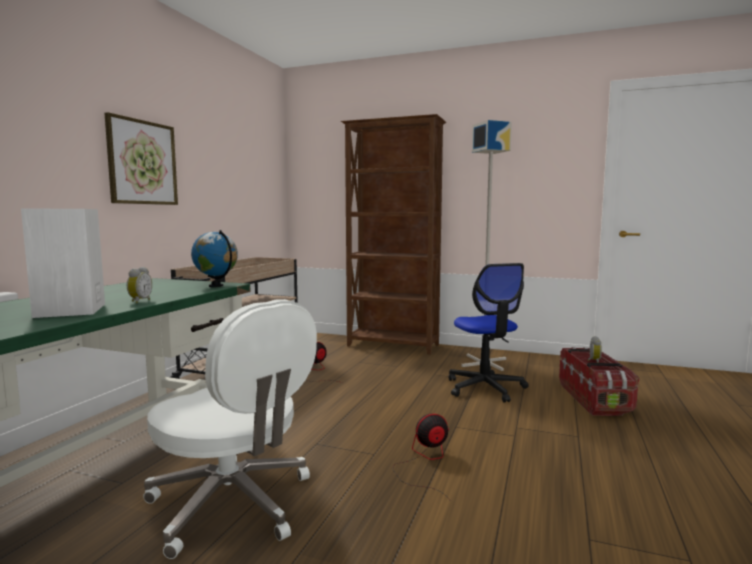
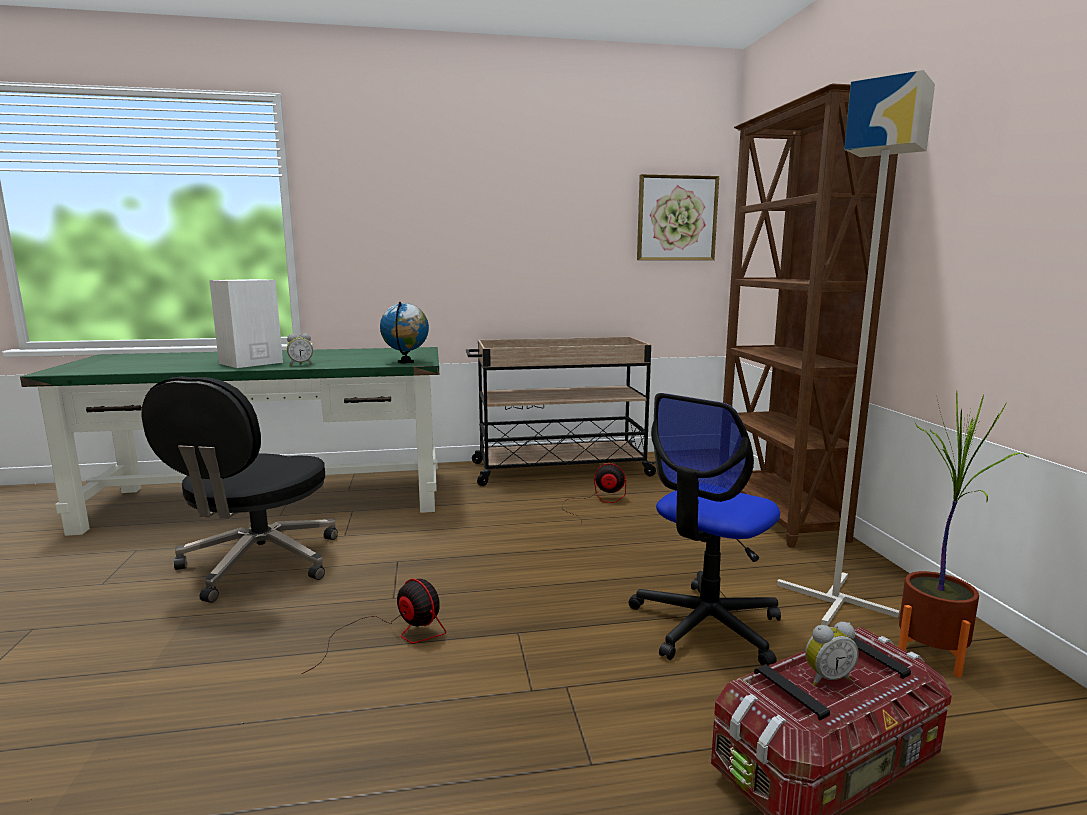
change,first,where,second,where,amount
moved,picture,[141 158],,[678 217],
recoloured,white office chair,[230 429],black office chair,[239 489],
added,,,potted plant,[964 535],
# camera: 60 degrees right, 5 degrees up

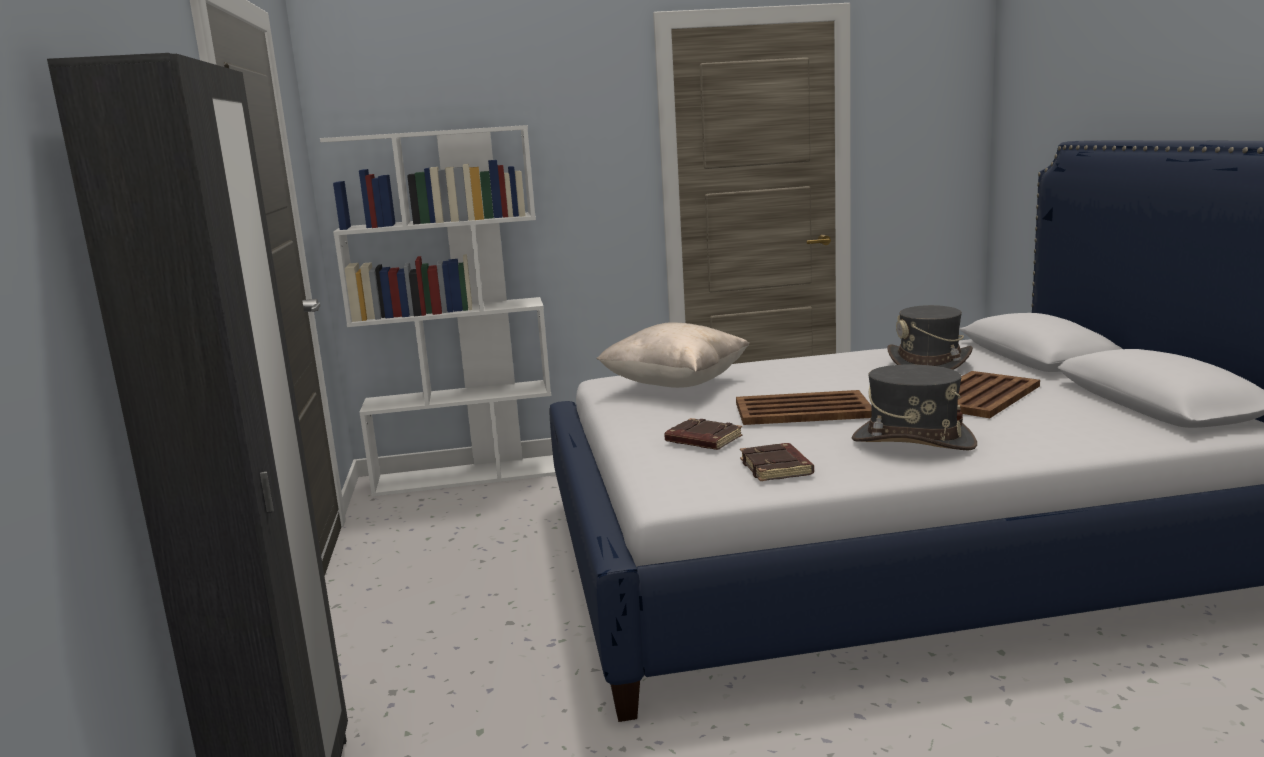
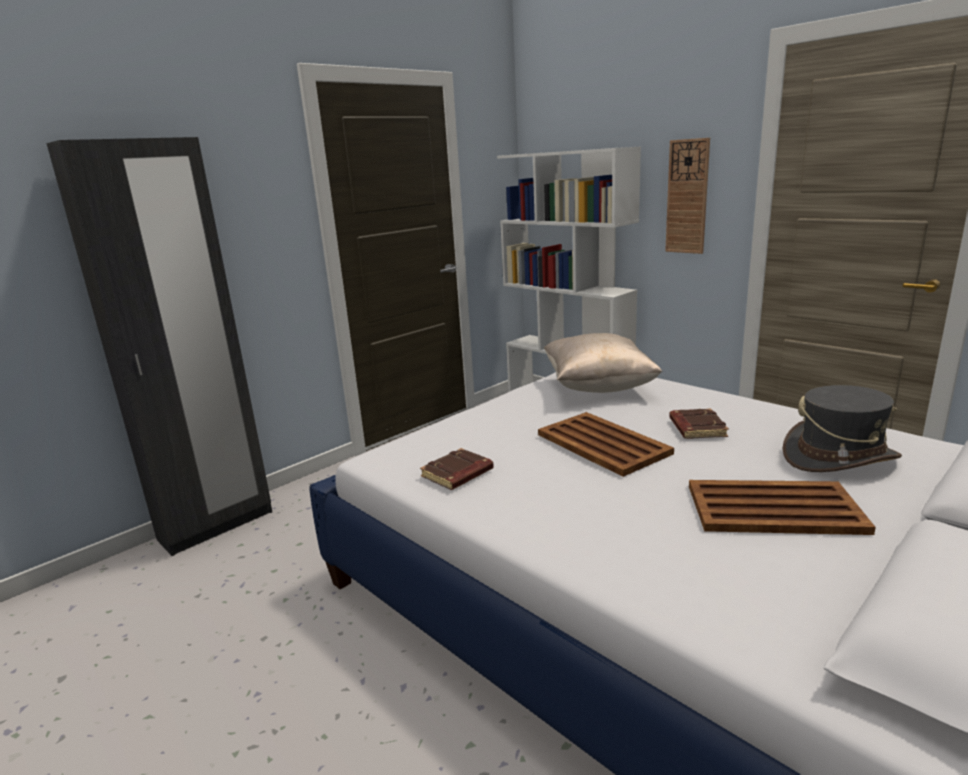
change,first,where,second,where,amount
removed,grey hat,[914 407],,,
moved,brown book,[703 434],,[699 423],
added,,,wall clock,[687 196],
# camera: 55 degrees right, 5 degrees up

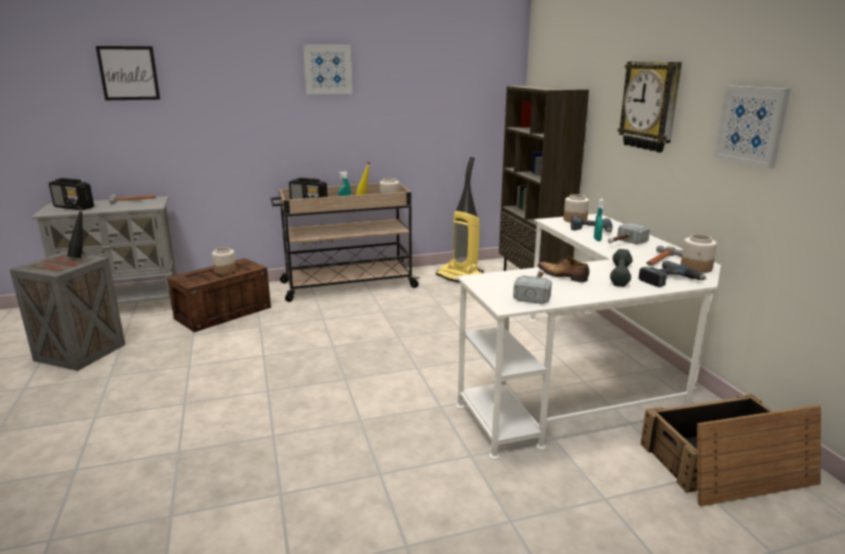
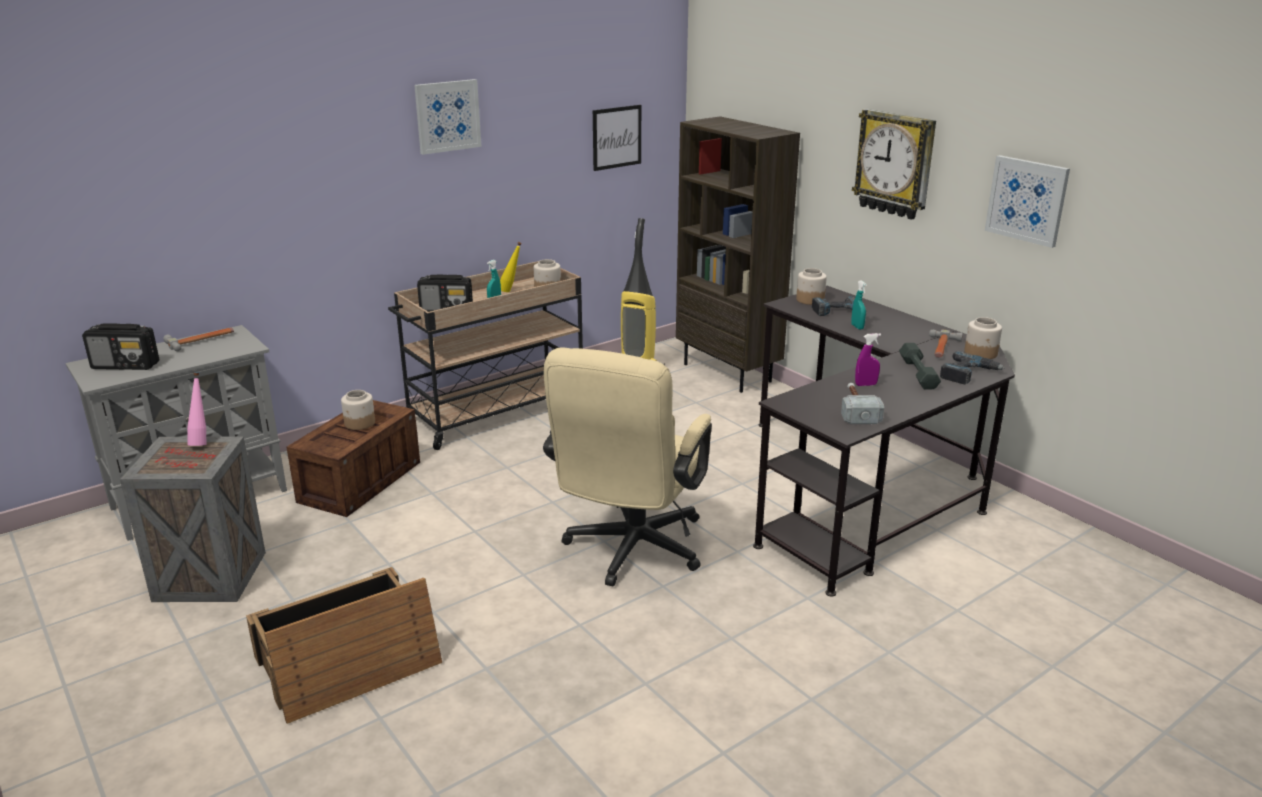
change,first,where,second,where,amount
moved,picture,[128 73],,[617 138],
recoloured,black bottle,[75 233],pink bottle,[196 409],
recoloured,white desk,[588 337],black desk,[884 441],
removed,hammer,[629 233],,,
replaced,shoe,[564 269],purple spray bottle,[868 359],
moved,crate,[730 450],,[344 645],
added,,,beige office chair,[627 467],
# camera: 20 degrees left, 5 degrees up

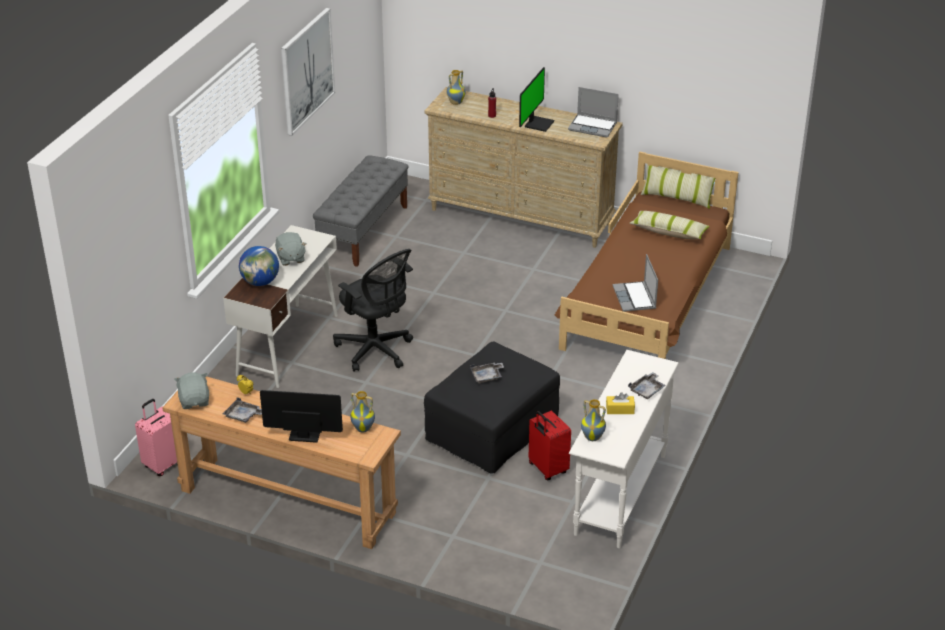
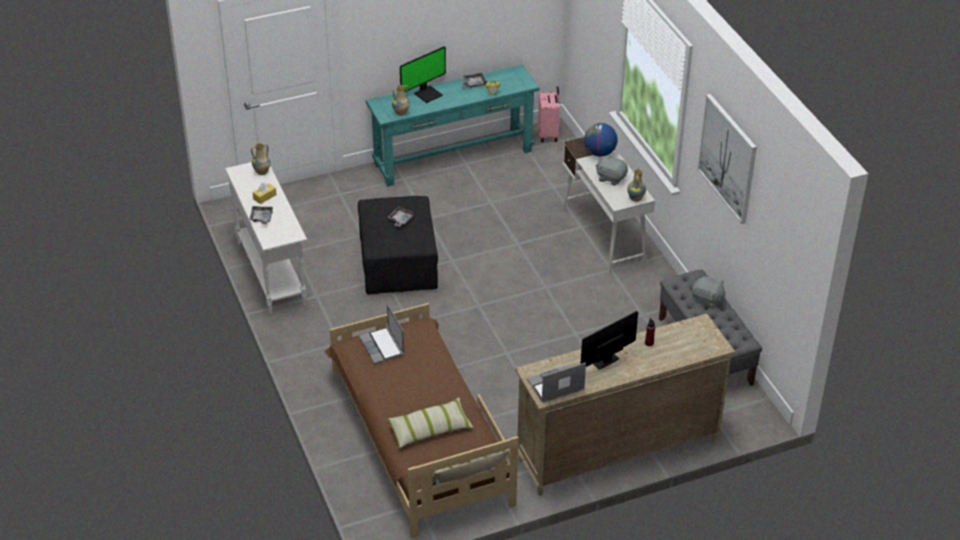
change,first,where,second,where,amount
turned,monitor,[537 99],,[609 340],75 degrees clockwise
moved,vase,[456 87],,[636 185],
removed,black office chair,[373 310],,,
turned,laptop,[635 283],,[382 334],150 degrees counterclockwise
moved,grey plush toy,[191 390],,[709 292],
recoloured,brown console table,[281 462],turquoise console table,[452 126],
removed,red suitcase,[550 445],,,
# camera: 135 degrees right, 5 degrees up

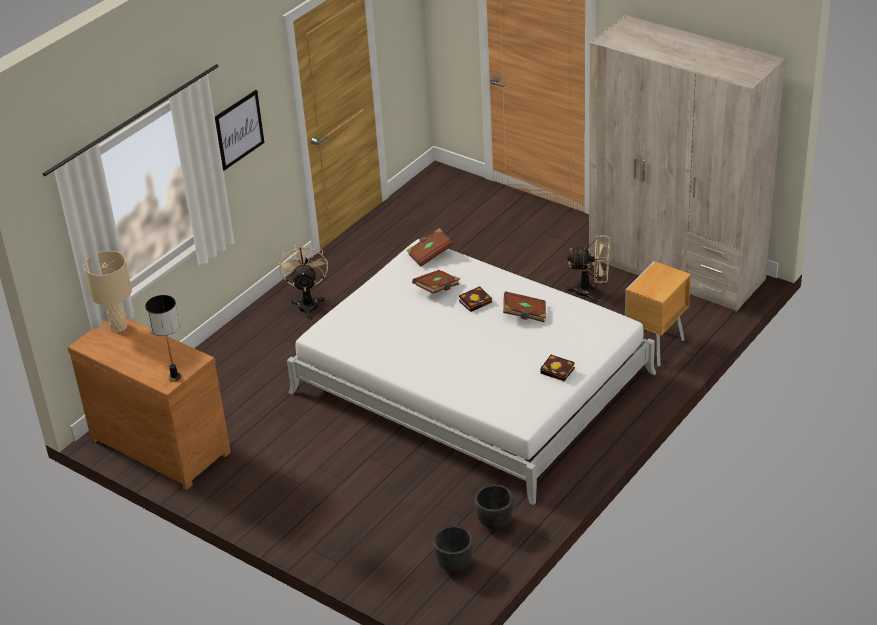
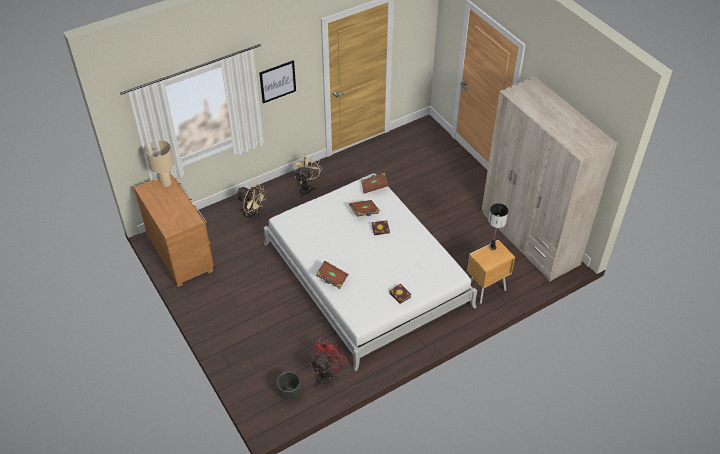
change,first,where,second,where,amount
moved,beige fan,[588 268],,[251 203],
moved,brown book,[524 306],,[332 275],
moved,table lamp,[163 338],,[498 226],
replaced,black planter,[494 507],red fan,[328 363],
# camera: 20 degrees right, 10 degrees up

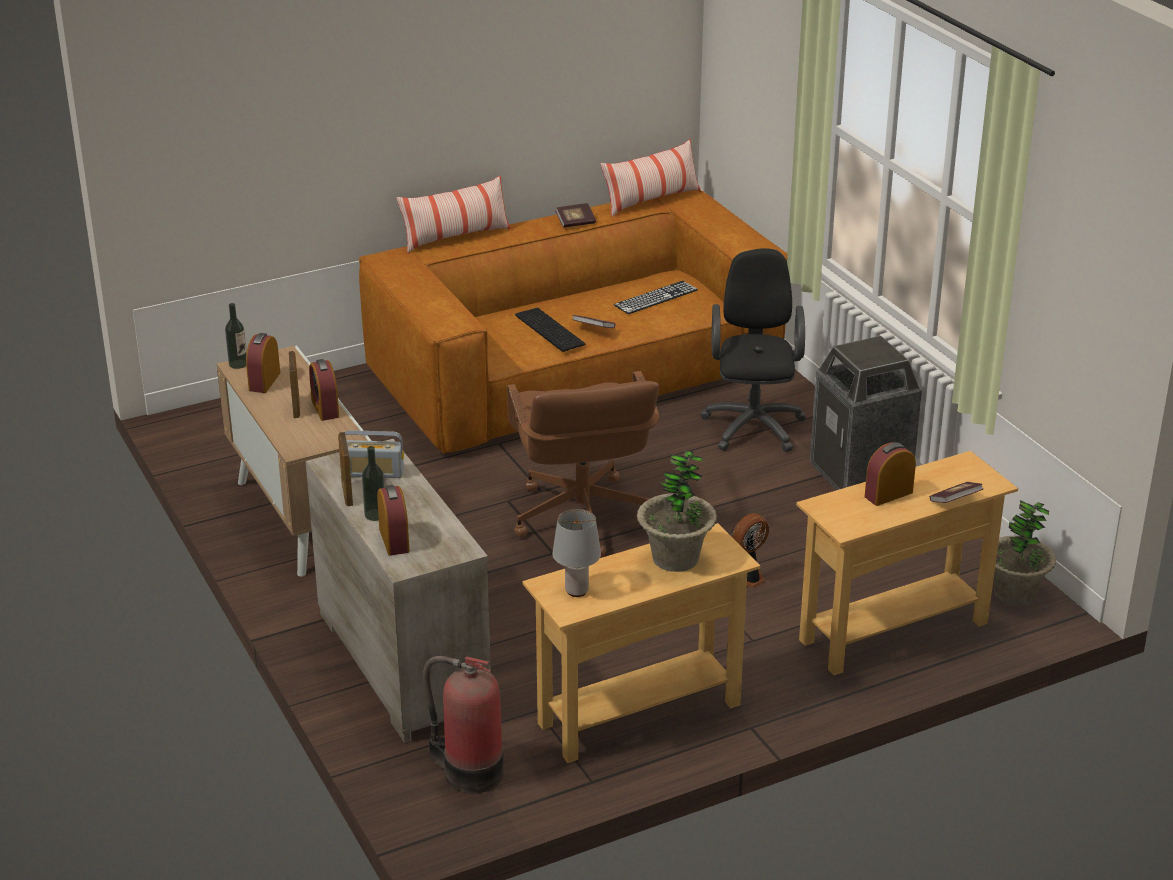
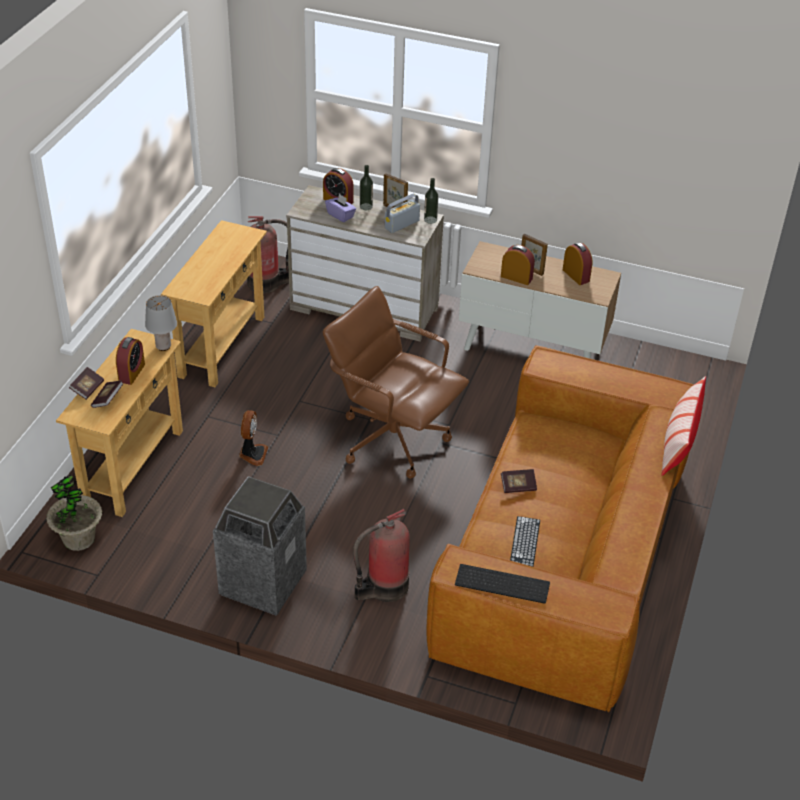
change,first,where,second,where,amount
removed,pillow,[650 178],,,
moved,book,[575 215],,[107 394],
replaced,black office chair,[753 350],fire extinguisher,[381 555],
moved,bottle,[236 336],,[431 201],
moved,keyboard,[550 330],,[502 584],
removed,potted plant,[677 511],,,
moved,grey table lamp,[576 553],,[161 323],
added,,,purple tissue box,[340 208],
# camera: 135 degrees right, 10 degrees up

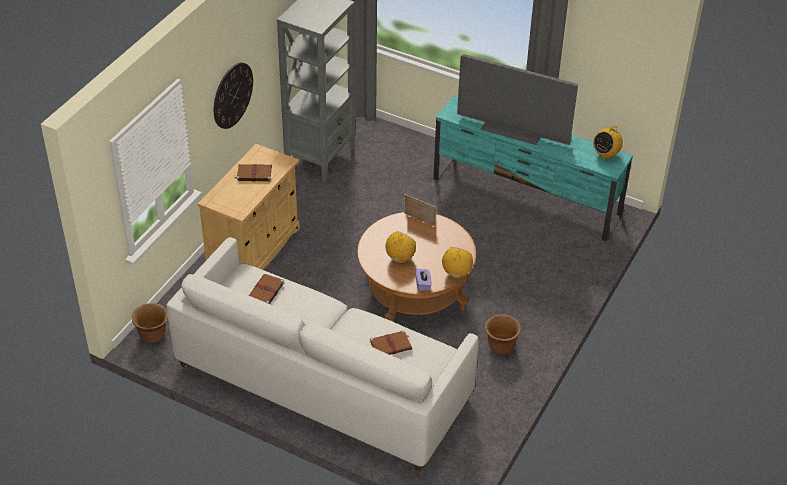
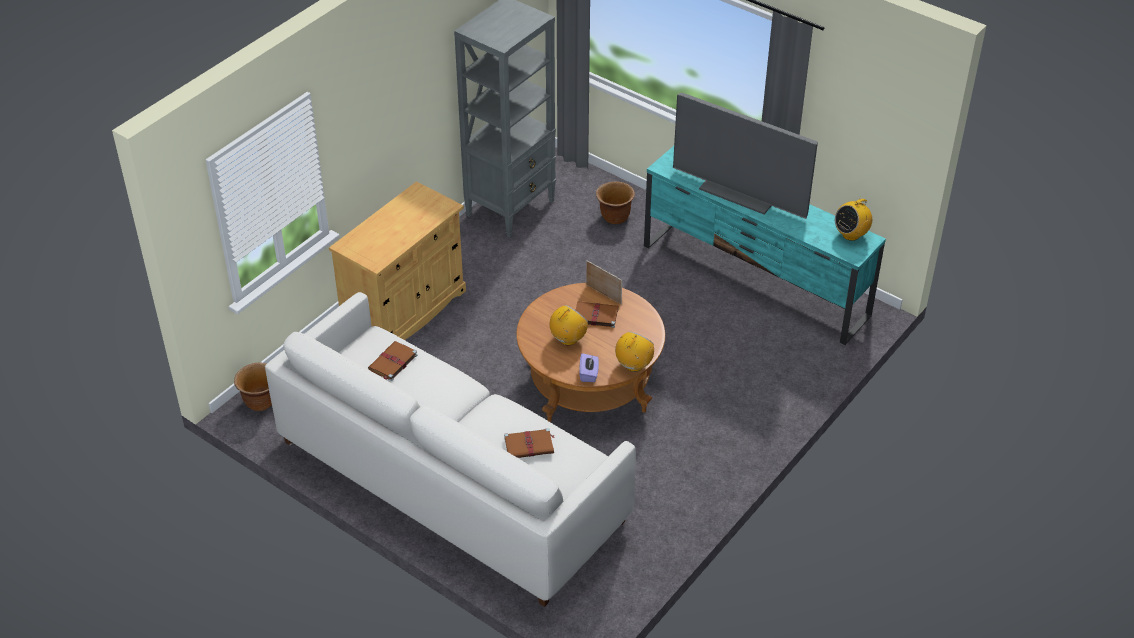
change,first,where,second,where,amount
removed,wall clock,[233 96],,,
moved,brown book,[253 173],,[597 314],
moved,brown planter,[503 334],,[615 203],
# camera: 10 degrees right, 0 degrees up

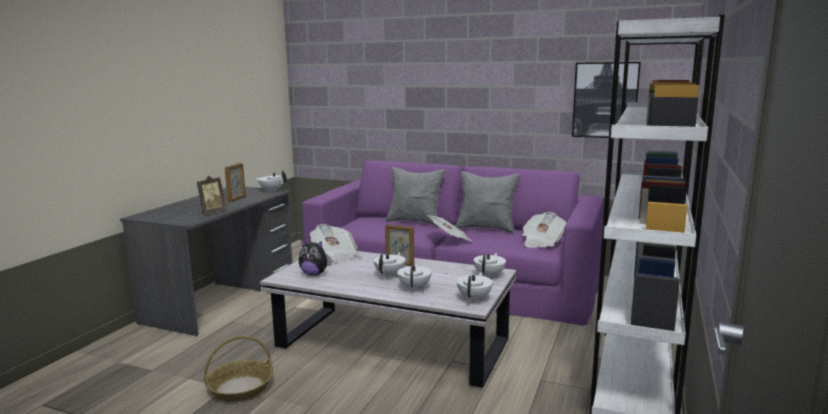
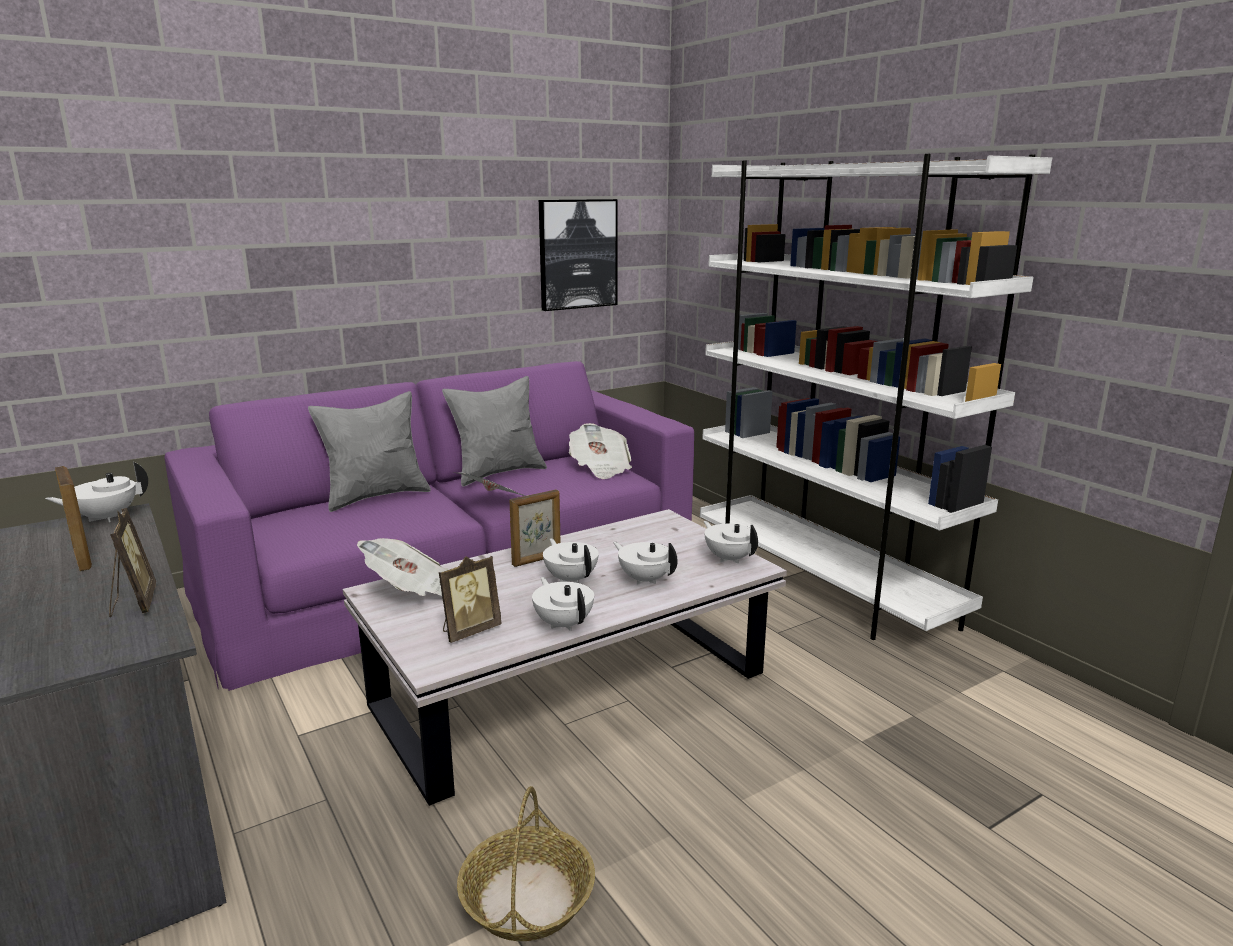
change,first,where,second,where,amount
replaced,plush toy,[315 258],picture frame,[470 599],
moved,white teapot,[489 265],,[563 604],
# camera: 55 degrees left, 5 degrees up

